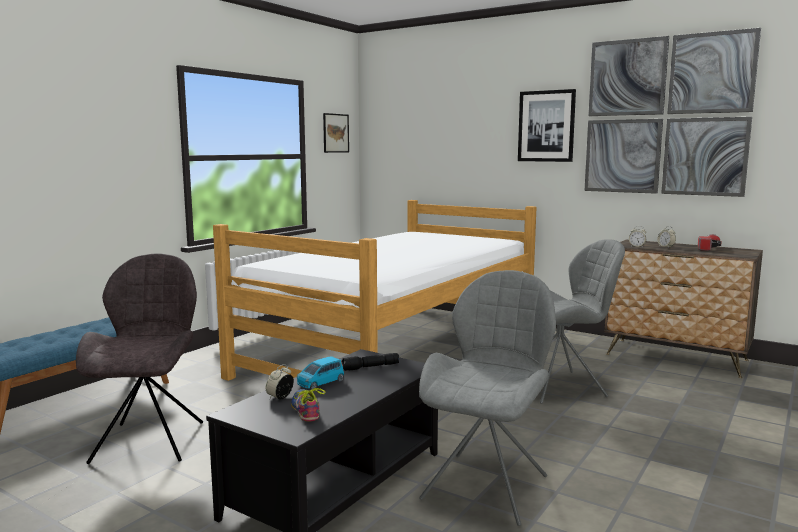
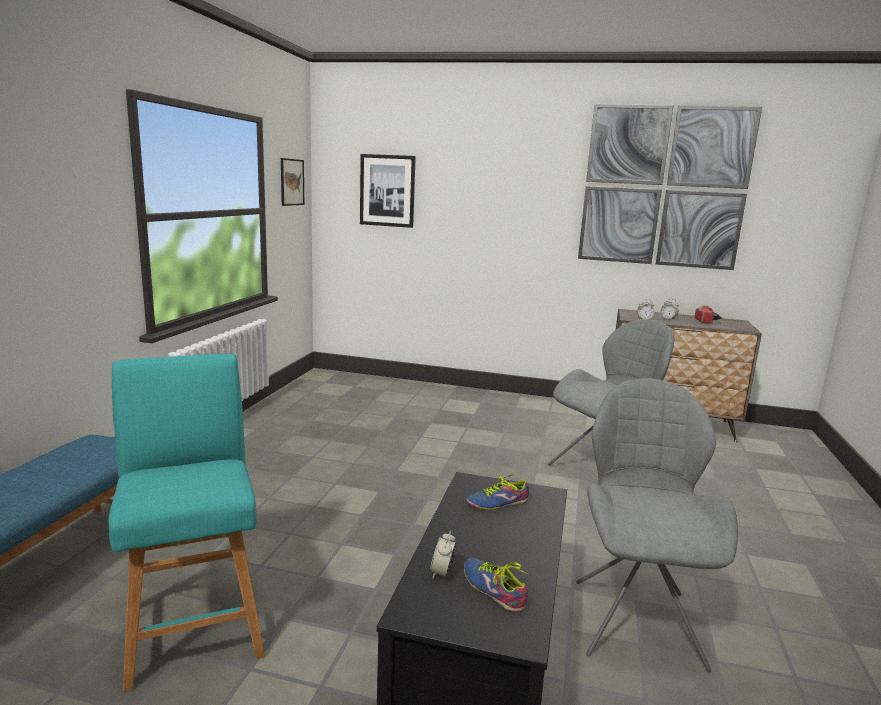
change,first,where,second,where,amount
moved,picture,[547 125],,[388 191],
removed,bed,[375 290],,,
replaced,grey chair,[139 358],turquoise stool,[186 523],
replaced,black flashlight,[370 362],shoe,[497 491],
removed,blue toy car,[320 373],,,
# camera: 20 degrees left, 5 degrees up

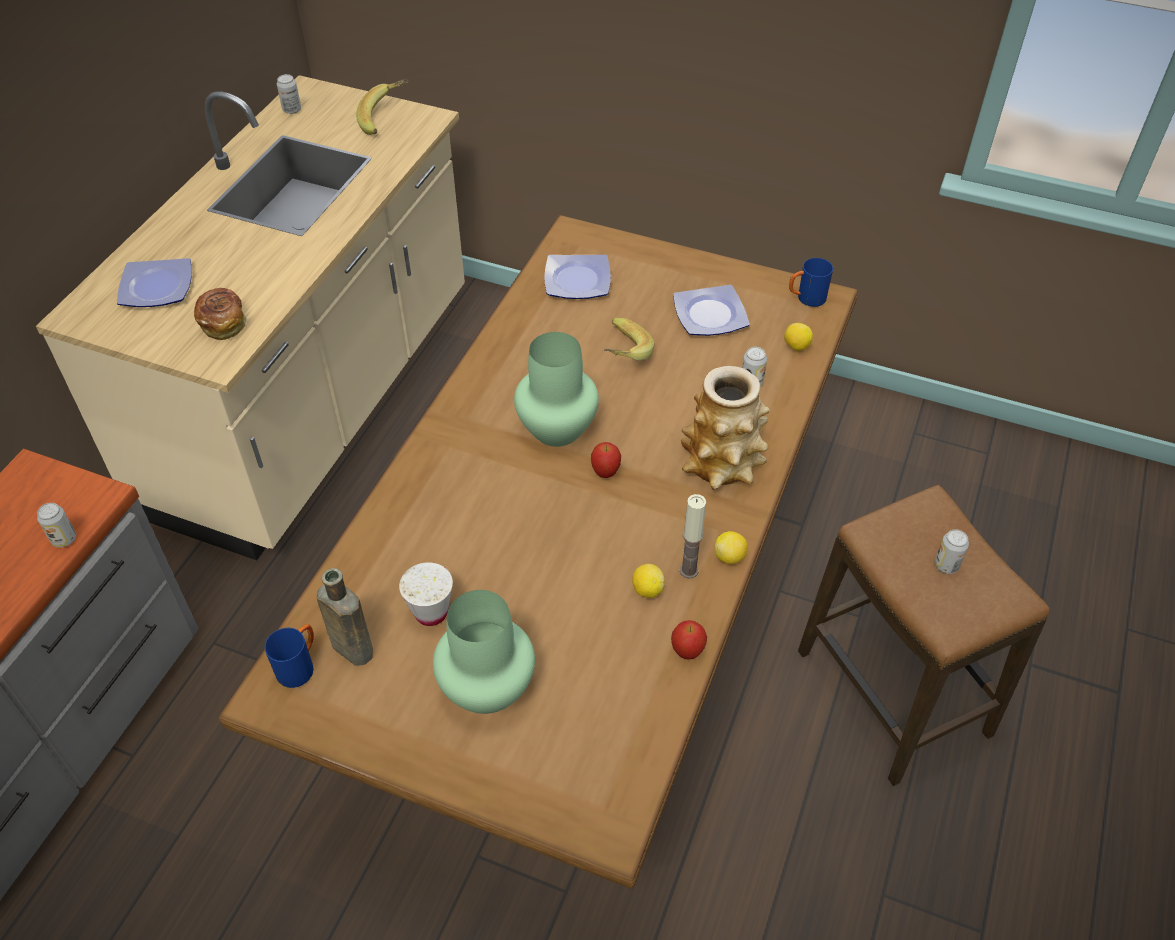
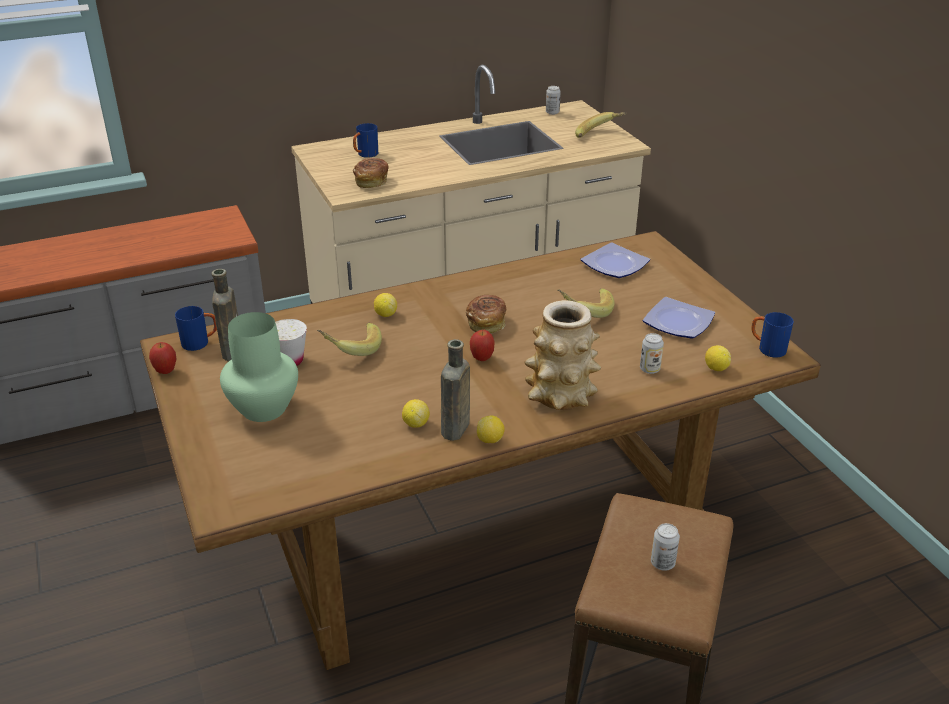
change,first,where,second,where,amount
replaced,plate,[154 282],blue mug,[365 140],
replaced,green vase,[556 389],bread,[486 314],
replaced,candle,[692 536],brown bottle,[455 390],
removed,can,[56 525],,,
moved,apple,[689 640],,[162 358],
added,,,lemon,[385 305],
added,,,banana,[349 339],
# camera: 45 degrees right, 15 degrees down

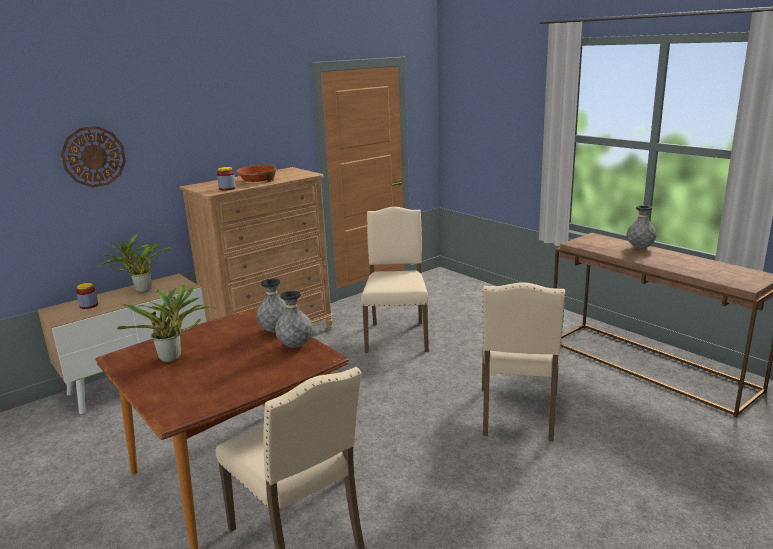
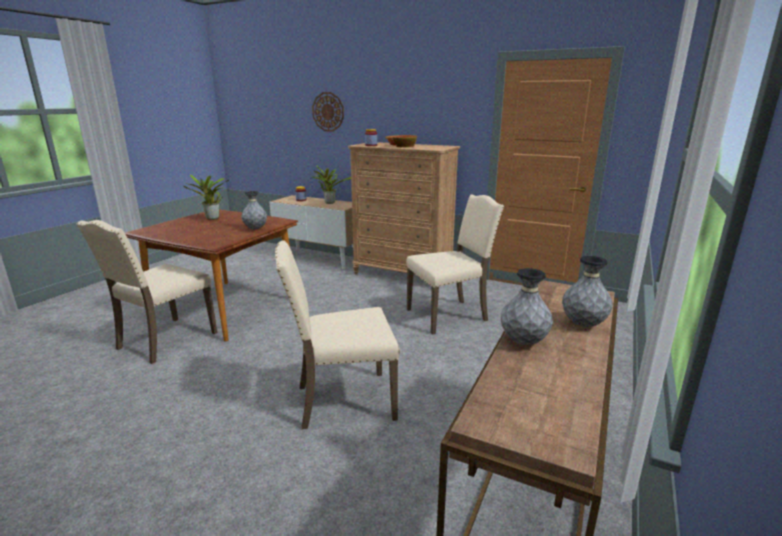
change,first,where,second,where,amount
moved,grey vase,[294 319],,[527 306],
# camera: 65 degrees right, 0 degrees up

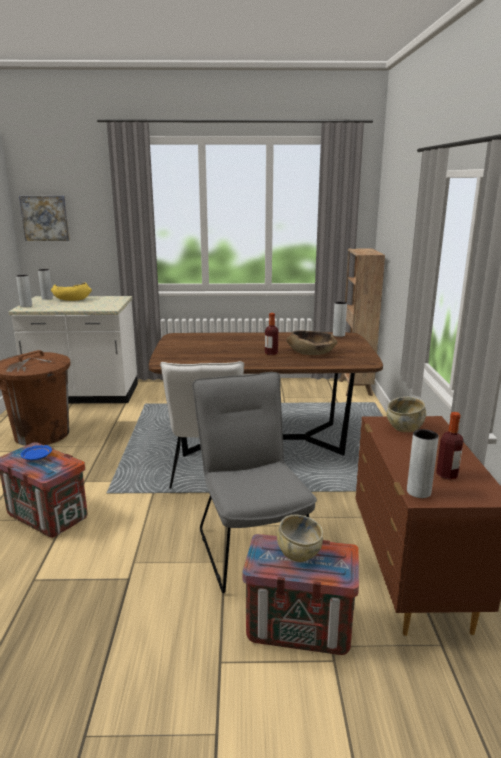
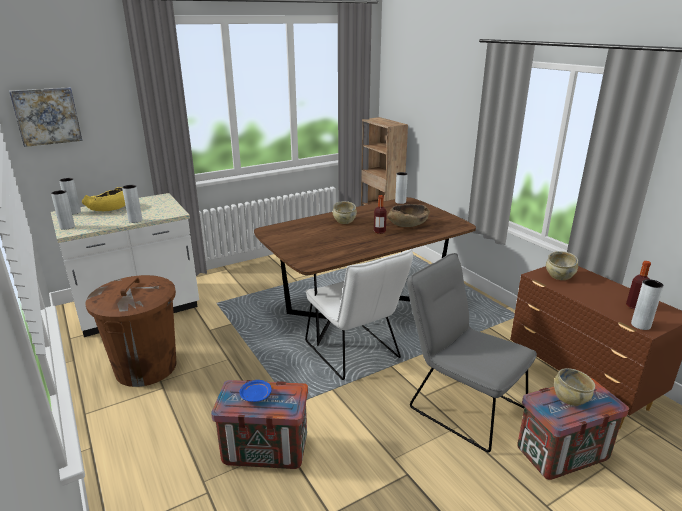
change,first,where,second,where,amount
added,,,grey vase,[132 204],
added,,,beige bowl,[345 212],
# camera: 30 degrees left, 5 degrees up

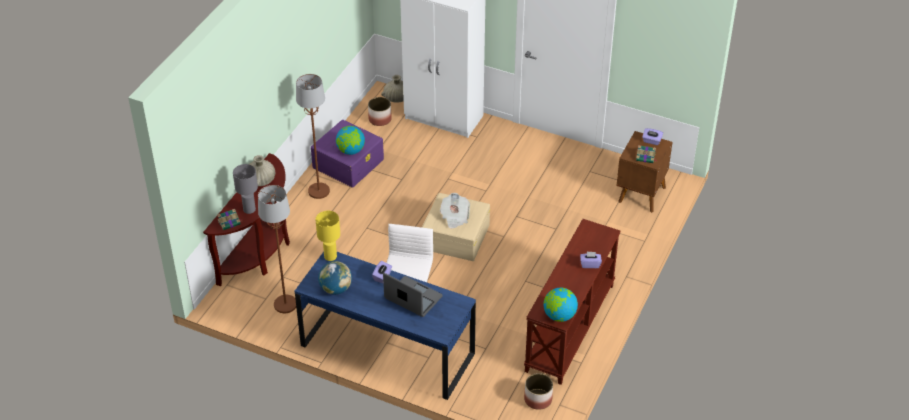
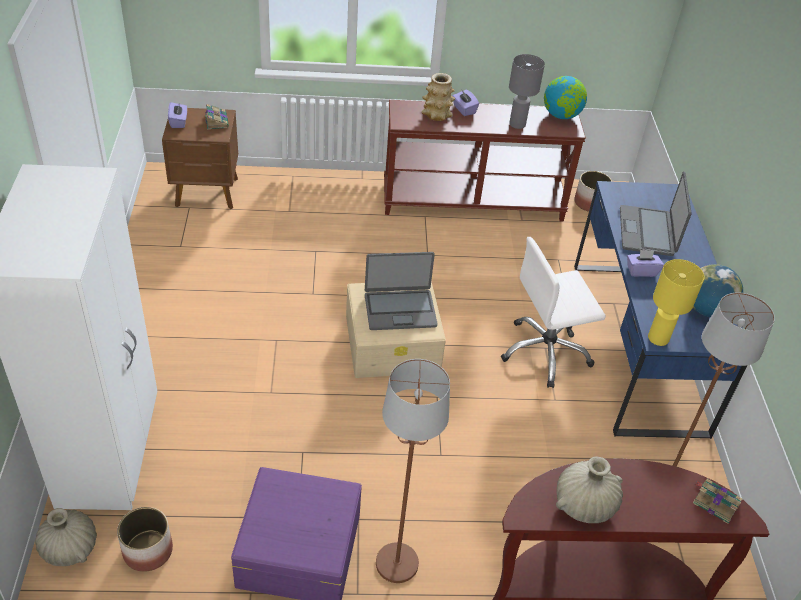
change,first,where,second,where,amount
removed,globe,[350 140],,,
moved,grey table lamp,[245 189],,[527 91],
replaced,newspaper,[455 211],laptop,[401 291],
added,,,vase,[438 97],
# camera: 120 degrees left, 0 degrees up

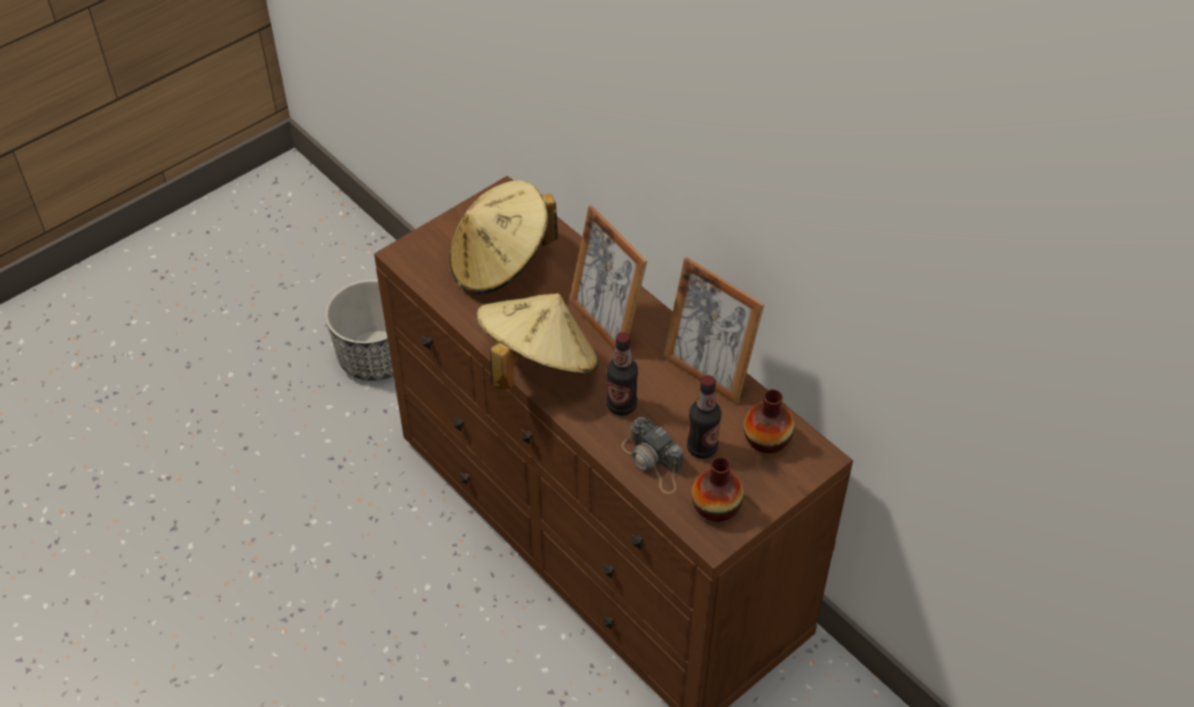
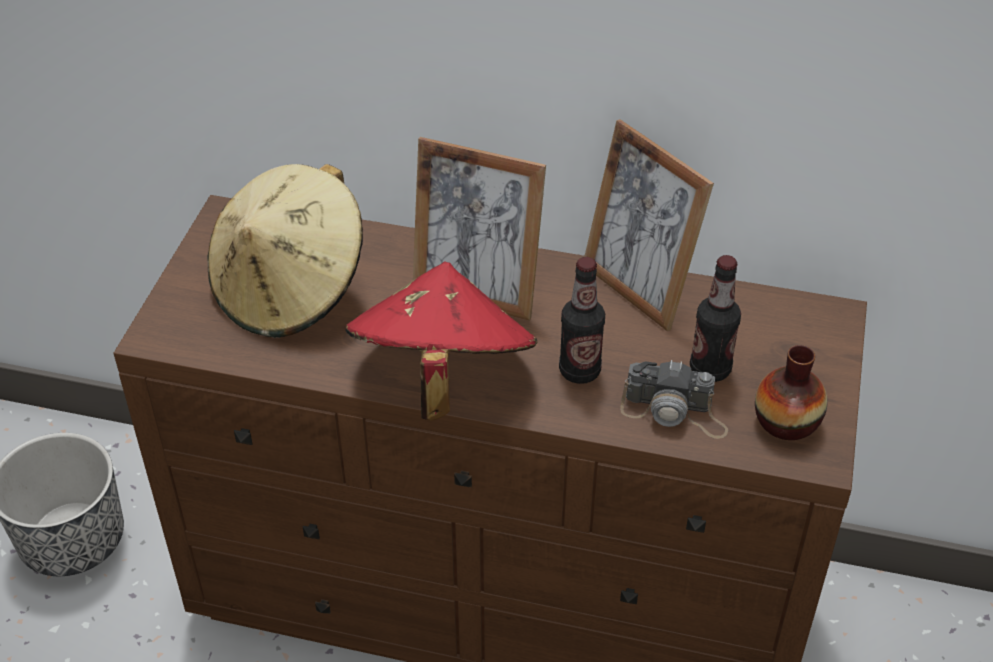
change,first,where,second,where,amount
turned,picture frame,[714 331],,[649 225],45 degrees clockwise
recoloured,beige hat,[537 341],red hat,[441 341],
removed,vase,[769 421],,,
# camera: 35 degrees left, 5 degrees down

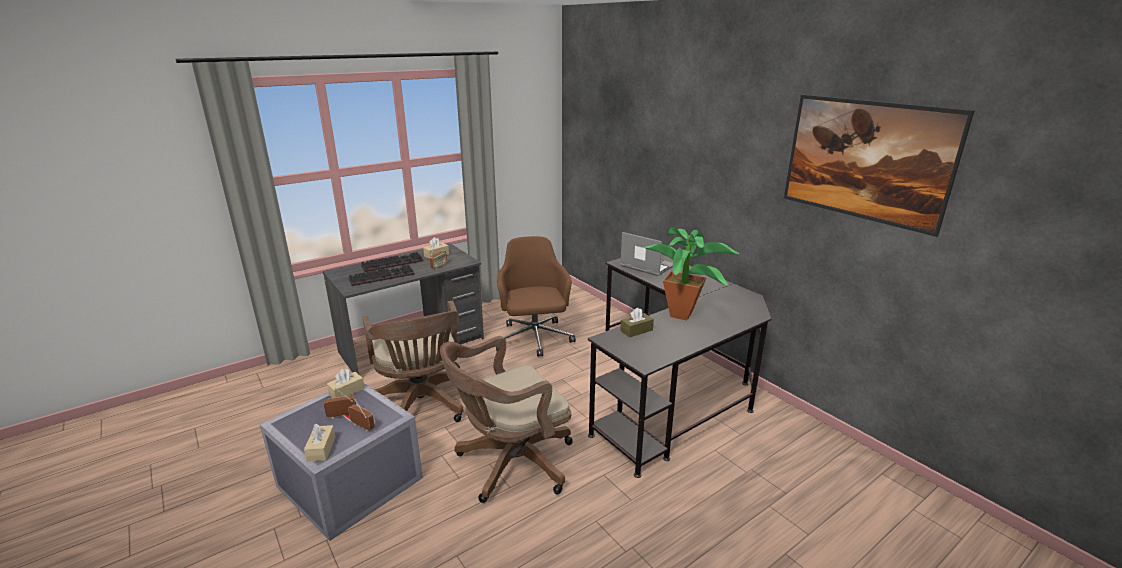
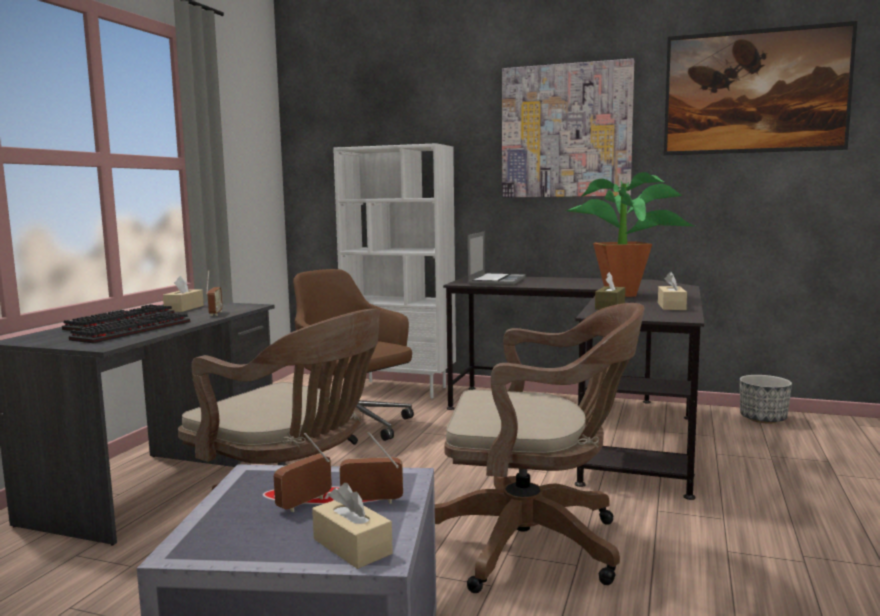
change,first,where,second,where,amount
turned,laptop,[646 254],,[497 259],105 degrees clockwise
turned,brown office chair,[506 419],,[540 448],105 degrees counterclockwise
moved,beige tissue box,[346 383],,[672 291],
added,,,picture,[568 128],
added,,,white bookcase,[394 270],
added,,,planter,[766 399],
# camera: 35 degrees left, 15 degrees down

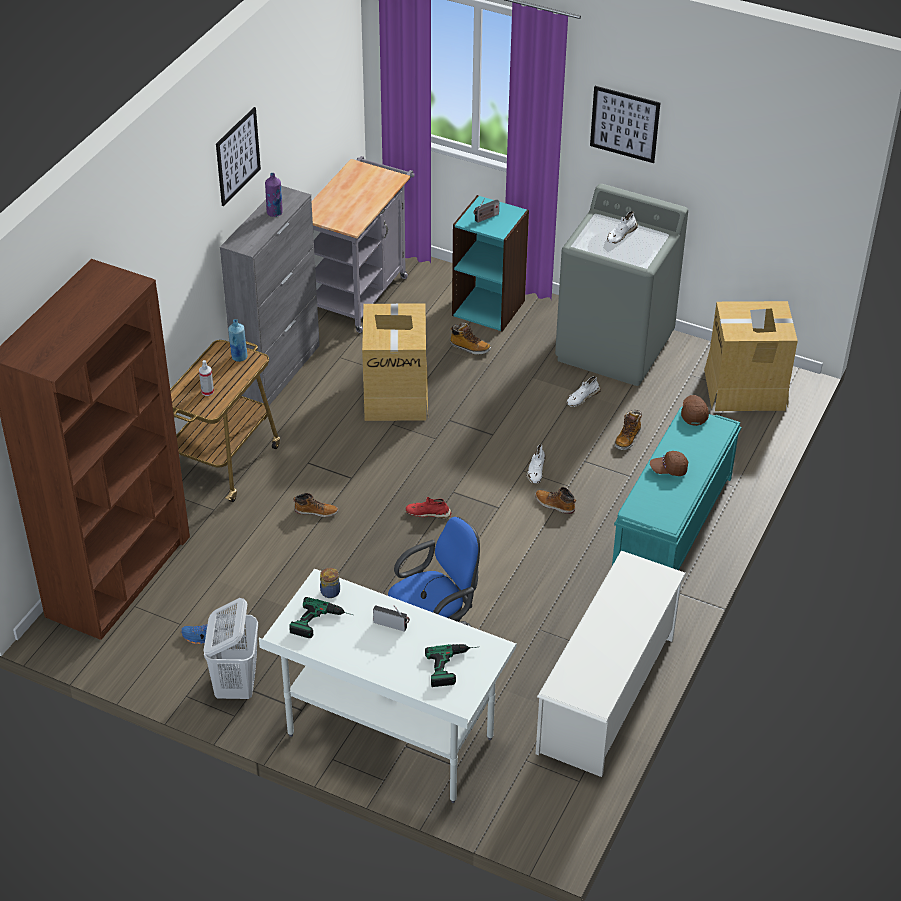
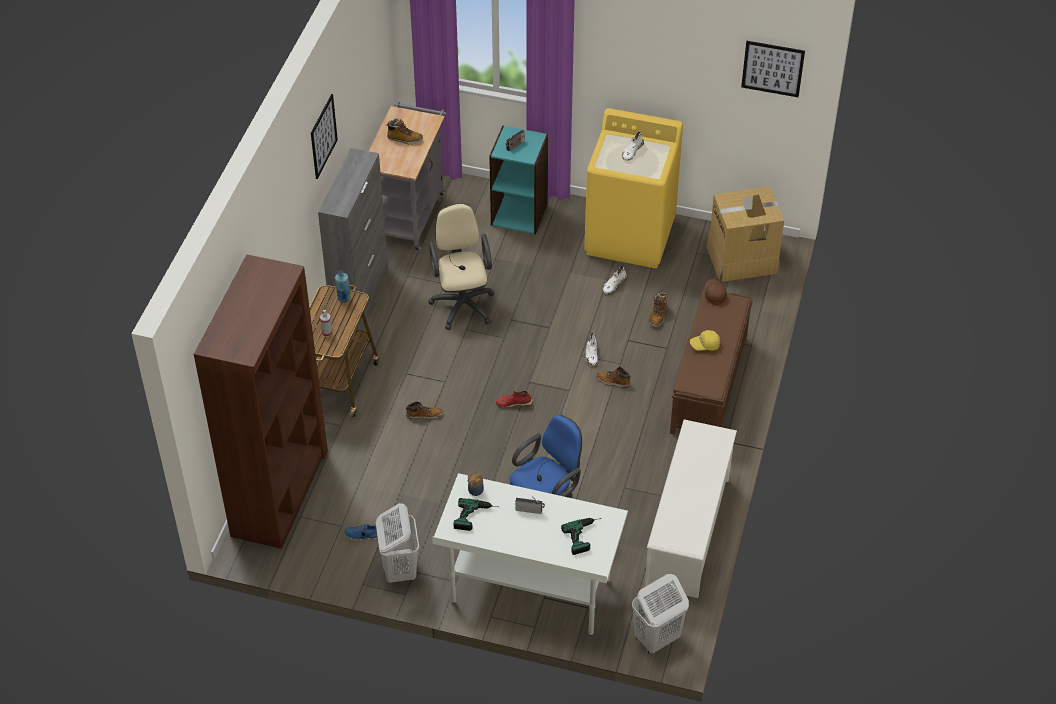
change,first,where,second,where,amount
moved,picture,[625 124],,[773 69],
removed,purple bottle,[274 195],,,
recoloured,grey washing machine,[621 285],yellow washing machine,[633 188],
replaced,cardboard box,[395 362],beige office chair,[461 266],
moved,boot,[470 339],,[404 131],
recoloured,turquoise bench,[676 488],brown bench,[711 362],
recoloured,brown cap,[669 463],yellow cap,[705 340],
added,,,white laundry basket,[660 614],
# camera: 10 degrees left, 5 degrees up

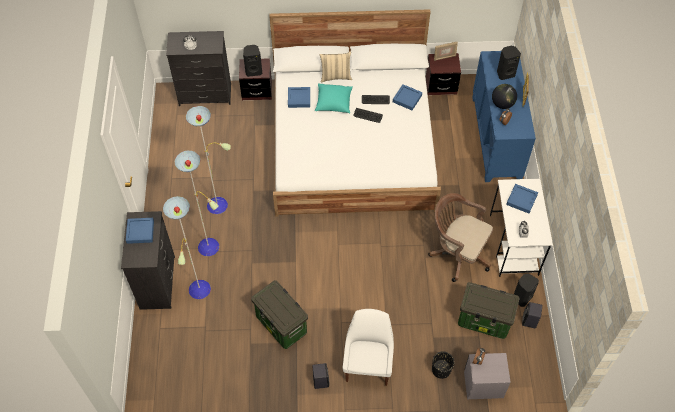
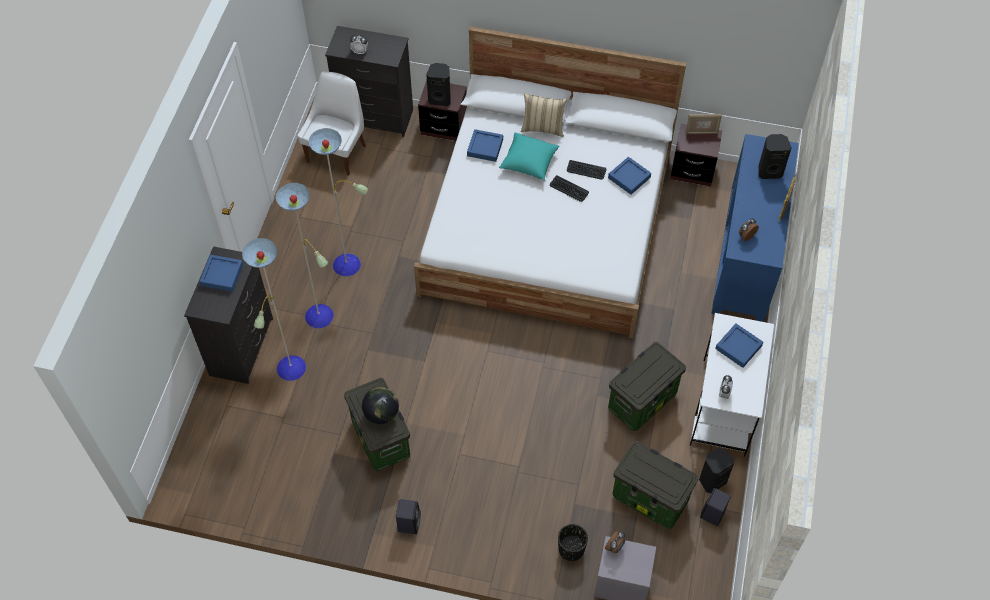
change,first,where,second,where,amount
moved,globe,[504 96],,[380 405],
replaced,brown office chair,[461 237],storage box,[647 386],
moved,white chair,[368 347],,[331 124],
# camera: 15 degrees right, 0 degrees up

